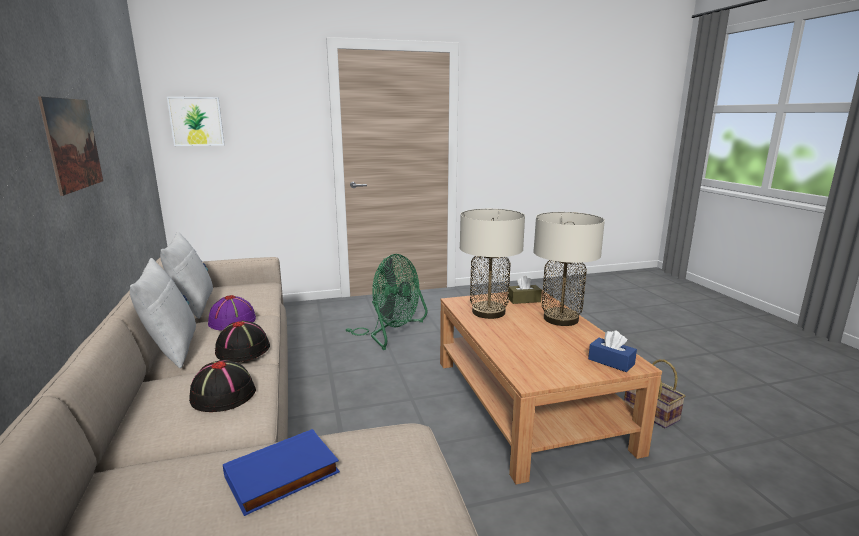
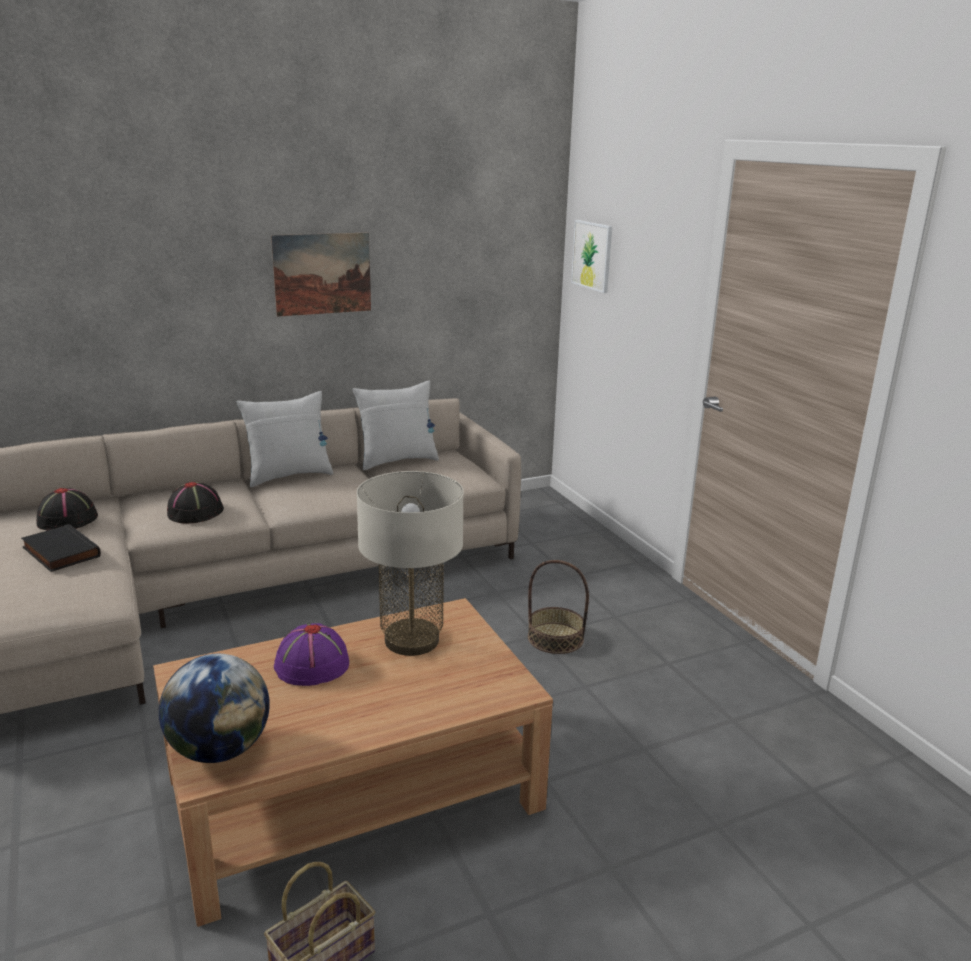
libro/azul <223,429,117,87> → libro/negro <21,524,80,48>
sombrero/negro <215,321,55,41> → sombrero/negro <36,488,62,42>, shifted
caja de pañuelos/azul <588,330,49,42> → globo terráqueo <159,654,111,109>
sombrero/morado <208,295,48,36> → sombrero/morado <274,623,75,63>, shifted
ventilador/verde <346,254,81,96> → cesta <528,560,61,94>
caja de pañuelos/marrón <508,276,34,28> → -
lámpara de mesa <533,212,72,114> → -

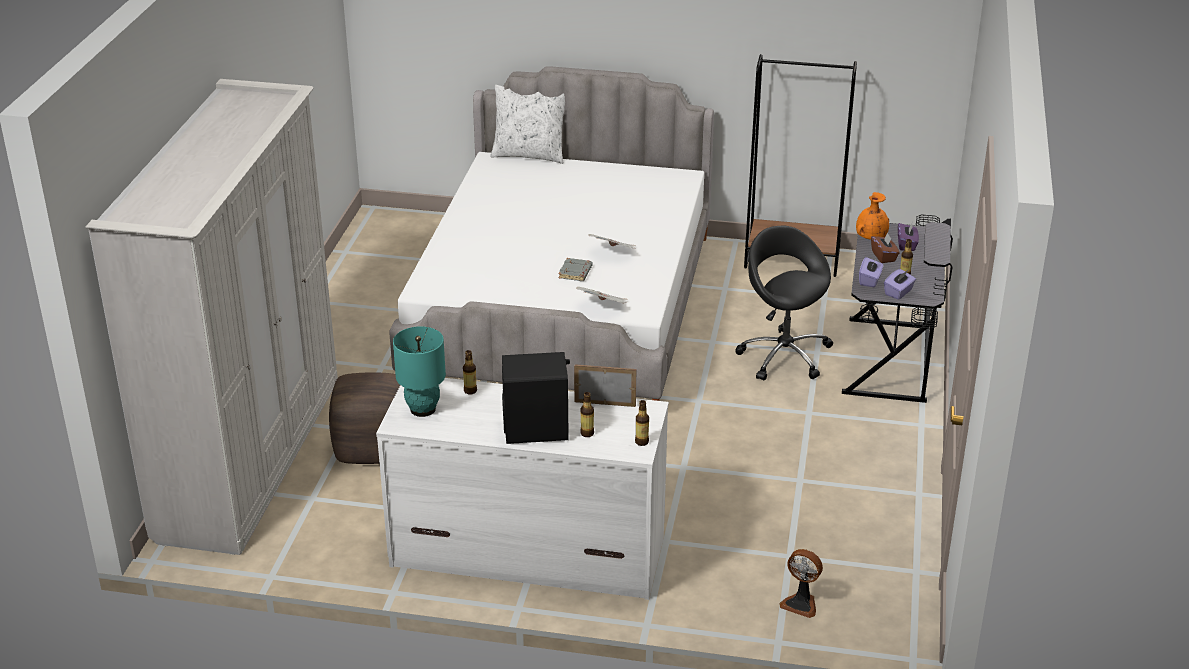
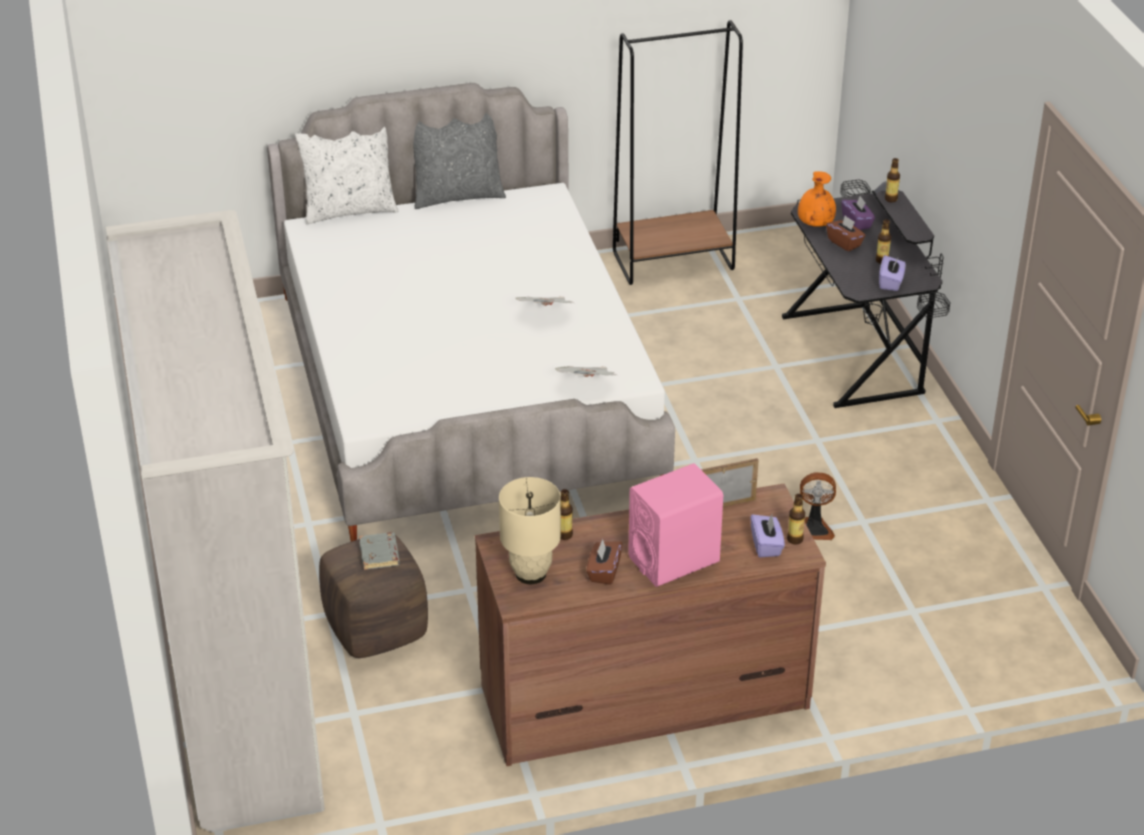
libro/gris <558,258,34,23> → libro/gris <359,532,41,38>, shifted
- → cojín/gris <413,113,93,96>
cómoda/blanco <376,378,293,222> → cómoda/marrón <475,484,351,282>
lámpara de mesa/turquesa <393,326,53,91> → lámpara de mesa/beis <499,477,62,107>
- → caja de pañuelos/marrón <586,539,36,46>
altavoz/negro <502,352,68,92> → altavoz/rosa <628,463,95,124>
caja de pañuelos/morado <859,257,24,30> → caja de pañuelos/morado <750,514,35,43>, shifted
ventilador <779,549,44,69> → ventilador <800,472,36,68>, shifted
botella <580,392,14,45> → botella <885,158,15,44>, shifted
silla de oficina/negro <735,226,98,155> → -

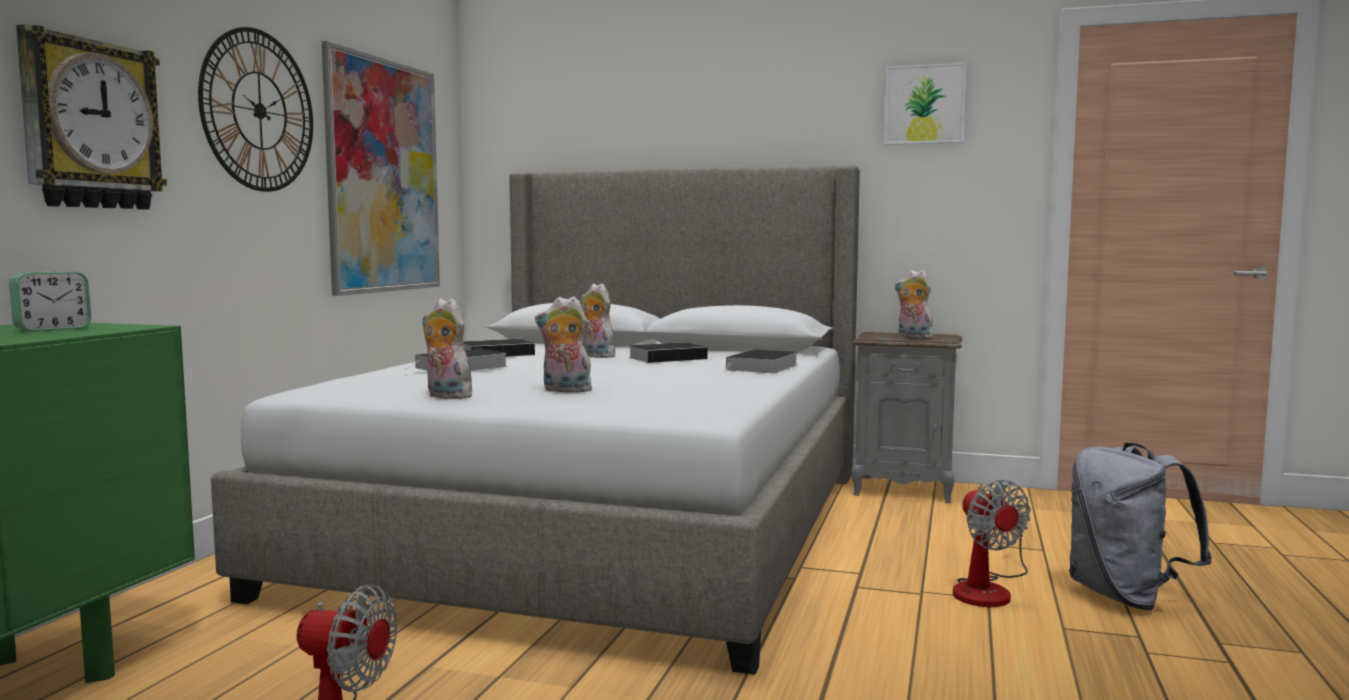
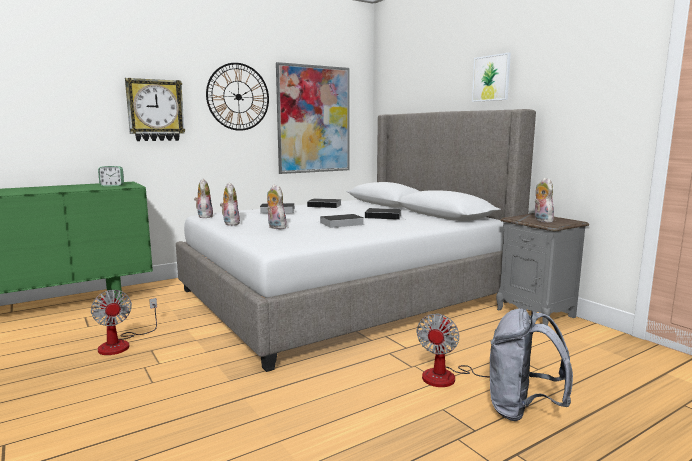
peluche <580,283,35,75> → peluche <194,179,19,39>, shifted
libro <724,349,74,24> → libro <318,214,46,14>, shifted
cuadro <884,62,83,83> → cuadro <472,53,39,49>, shifted

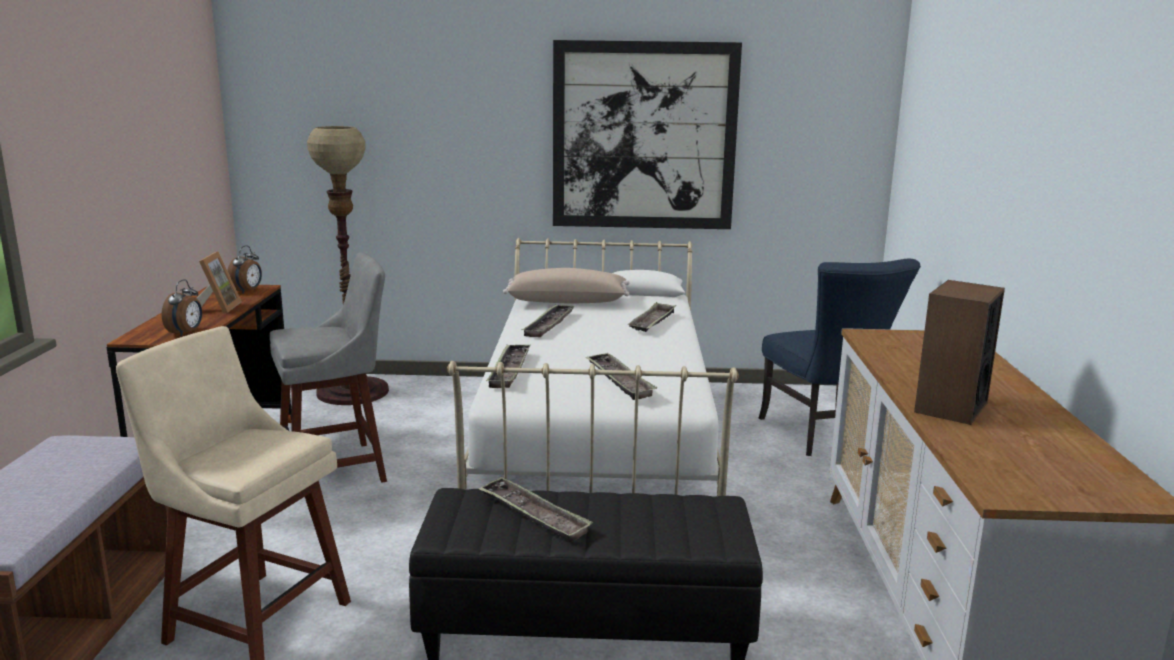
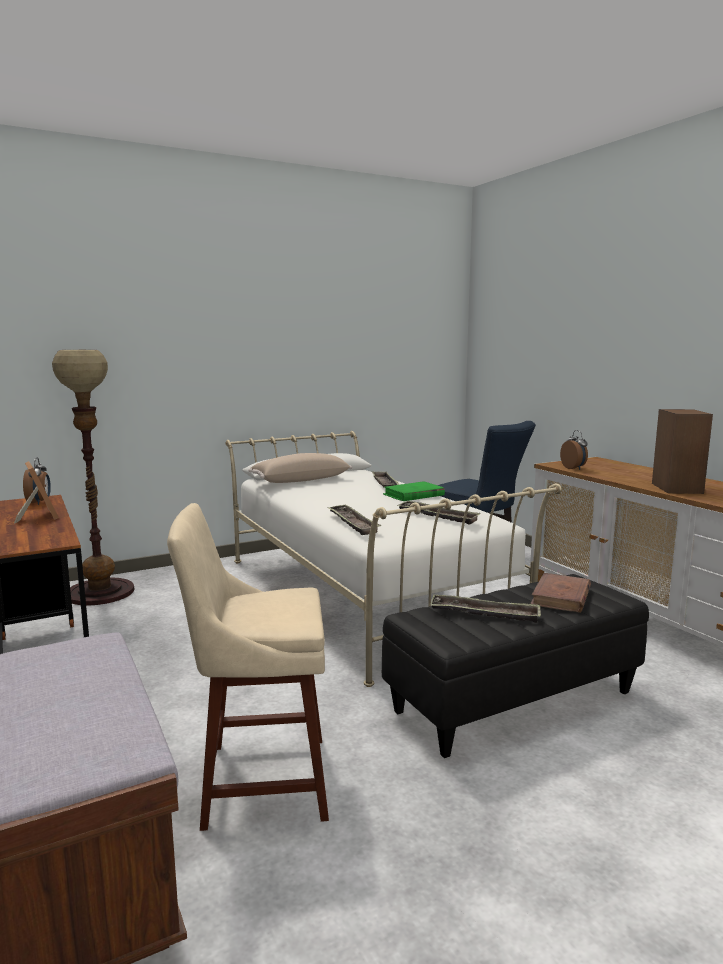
- → libro/verde <383,481,62,20>
- → libro/marrón <530,573,61,40>
despertador <162,279,40,57> → despertador <560,430,28,40>, shifted
silla/gris <270,252,117,231> → -
bandeja <522,304,52,33> → -
cuadro <553,40,189,189> → -

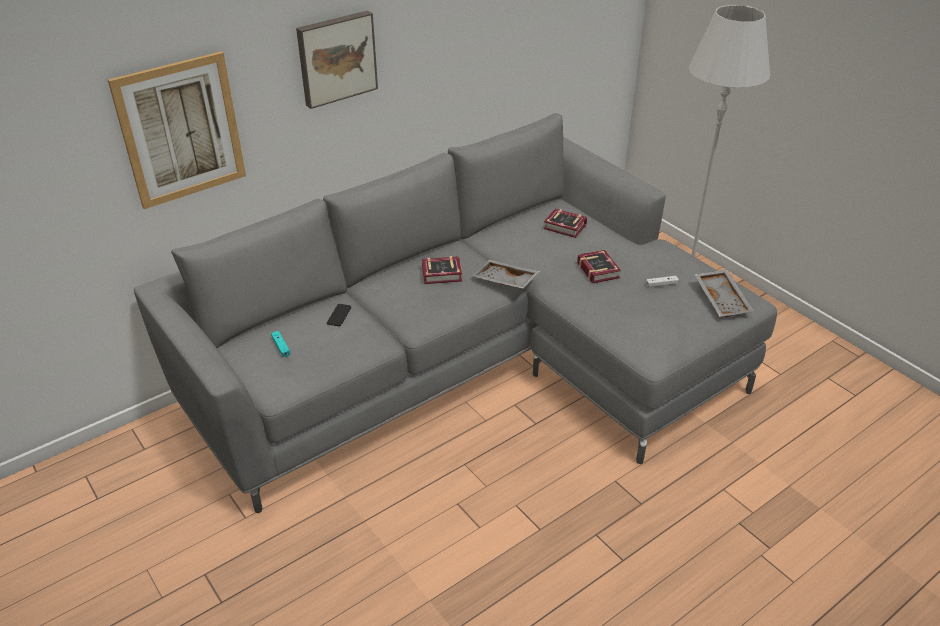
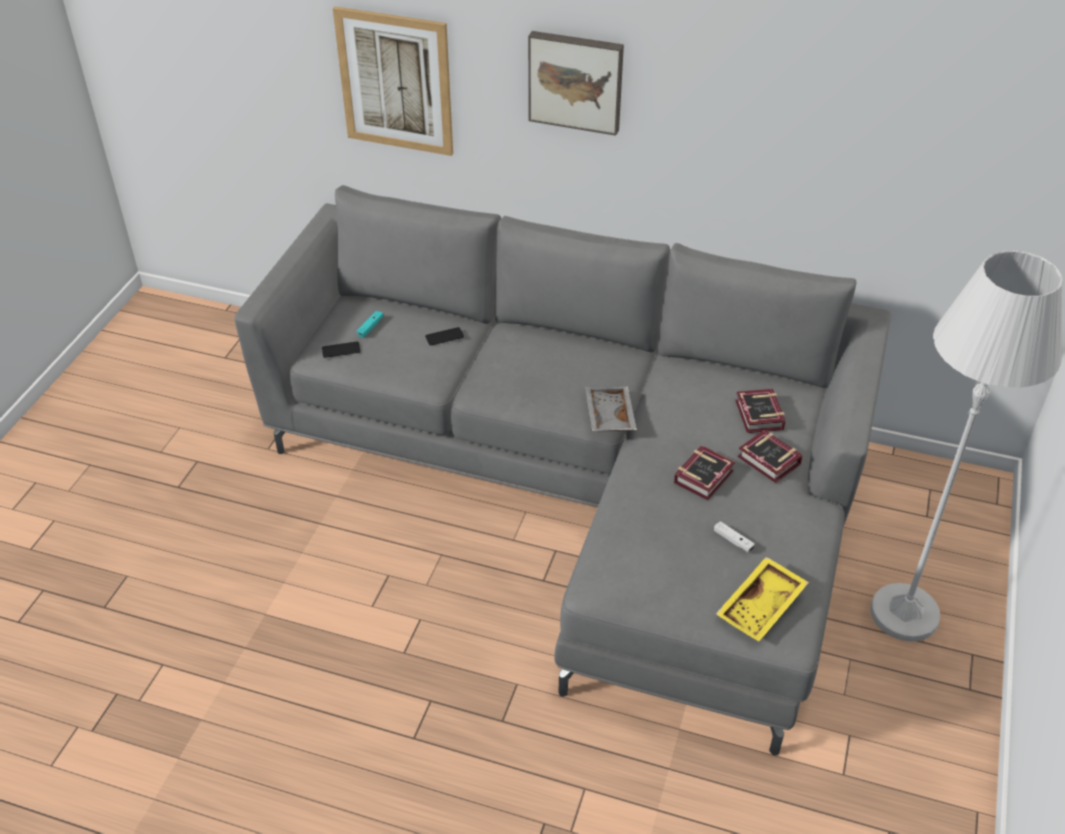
- → móvil <322,342,38,16>
bandeja/gris <694,269,60,48> → bandeja/amarillo <716,557,93,84>
libro <422,256,40,28> → libro <738,430,65,53>, shifted

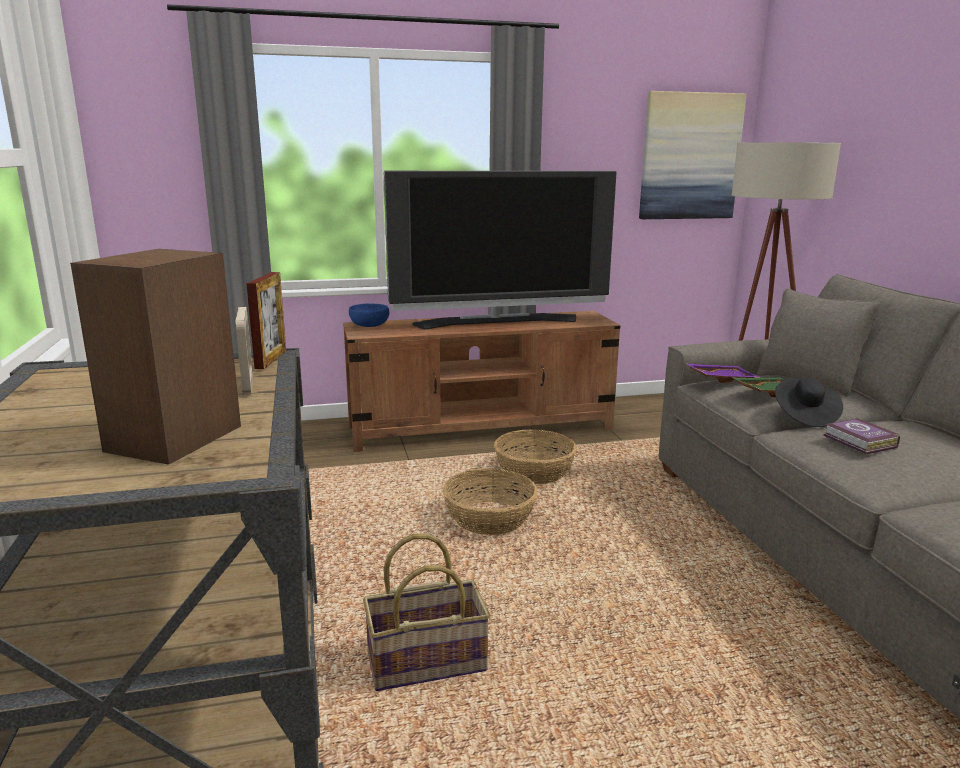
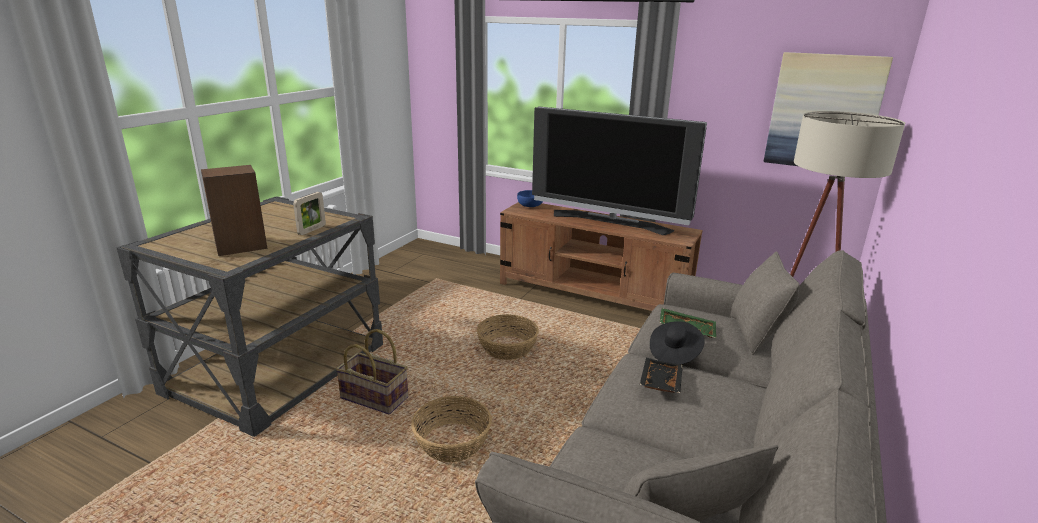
cesta <494,429,83,55> → cesta <411,396,81,66>, shifted
libro <823,417,77,37> → bandeja/negro <640,358,43,35>
portarretratos <246,272,40,97> → -
bandeja/morado <685,363,76,20> → -

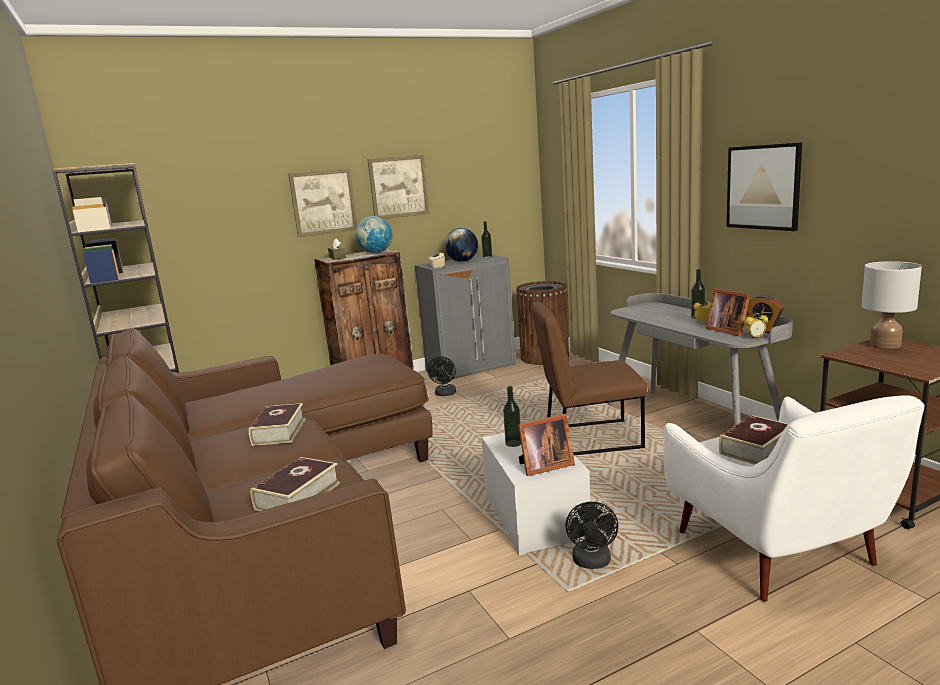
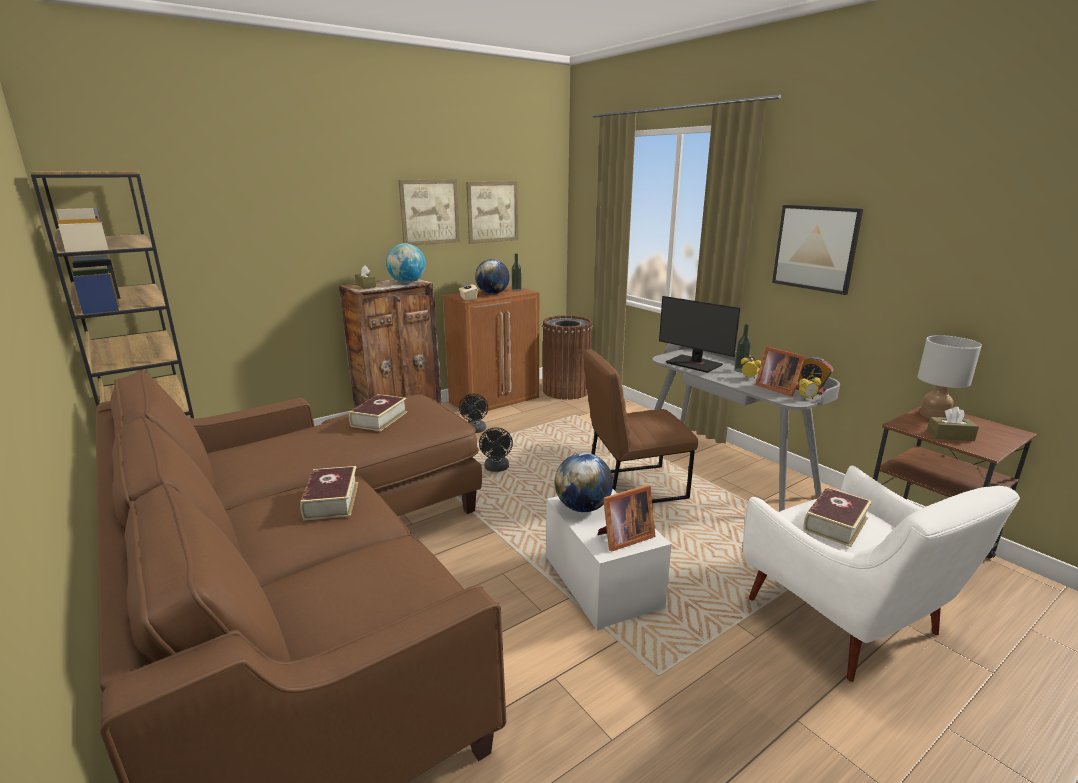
libro <250,457,90,54> → libro <349,394,58,37>, shifted
armario/gris <415,255,101,124> → armario/marrón <443,286,96,129>
cuadro <288,169,69,68> → cuadro <466,181,52,63>, shifted
ventilador/negro <565,502,54,67> → ventilador/negro <479,427,34,45>, shifted
botella <503,386,18,61> → globo terráqueo <555,453,58,59>
- → monitor <659,296,81,77>
- → caja de pañuelos/marrón <927,407,52,34>

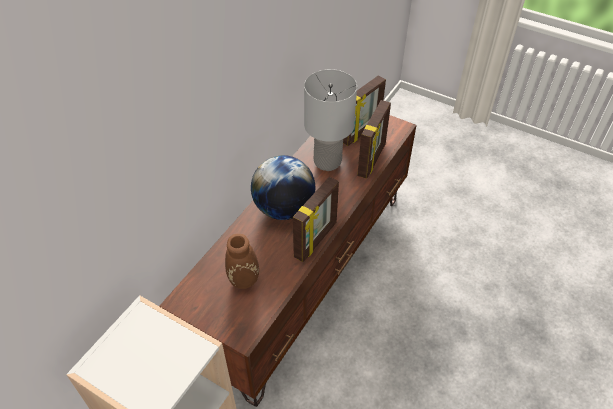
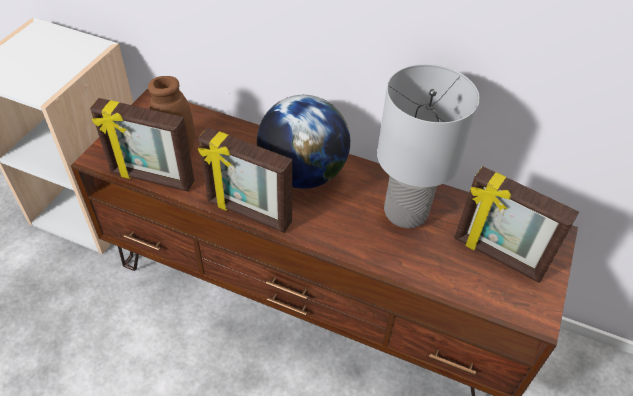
portarretratos <357,100,34,79> → portarretratos <90,98,105,94>, shifted

